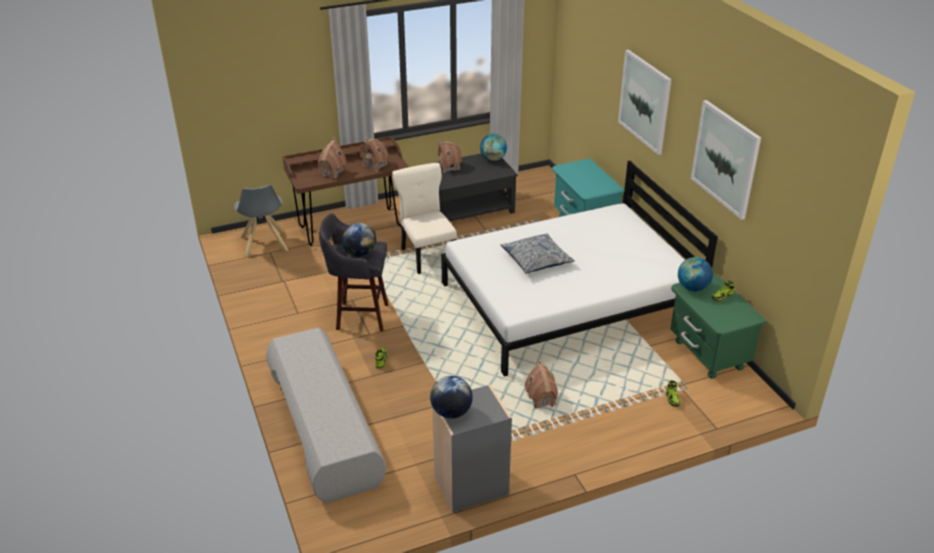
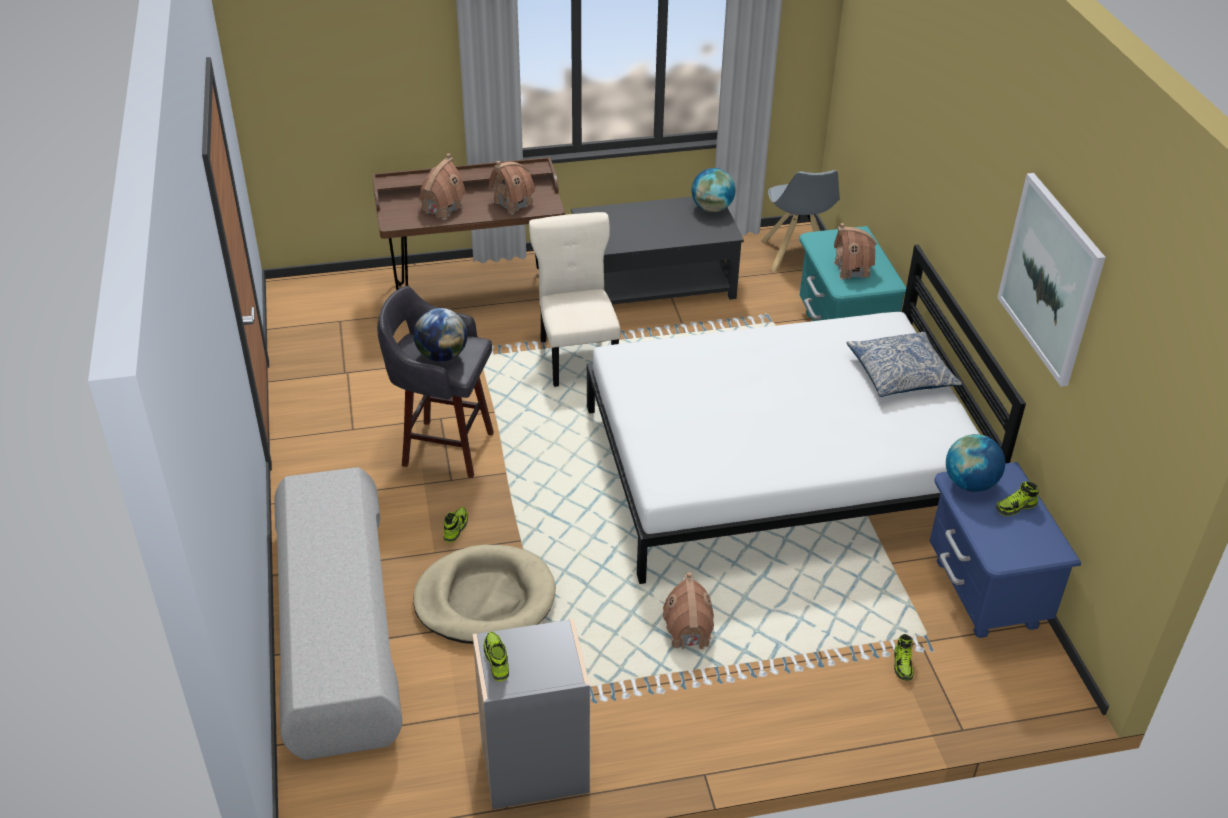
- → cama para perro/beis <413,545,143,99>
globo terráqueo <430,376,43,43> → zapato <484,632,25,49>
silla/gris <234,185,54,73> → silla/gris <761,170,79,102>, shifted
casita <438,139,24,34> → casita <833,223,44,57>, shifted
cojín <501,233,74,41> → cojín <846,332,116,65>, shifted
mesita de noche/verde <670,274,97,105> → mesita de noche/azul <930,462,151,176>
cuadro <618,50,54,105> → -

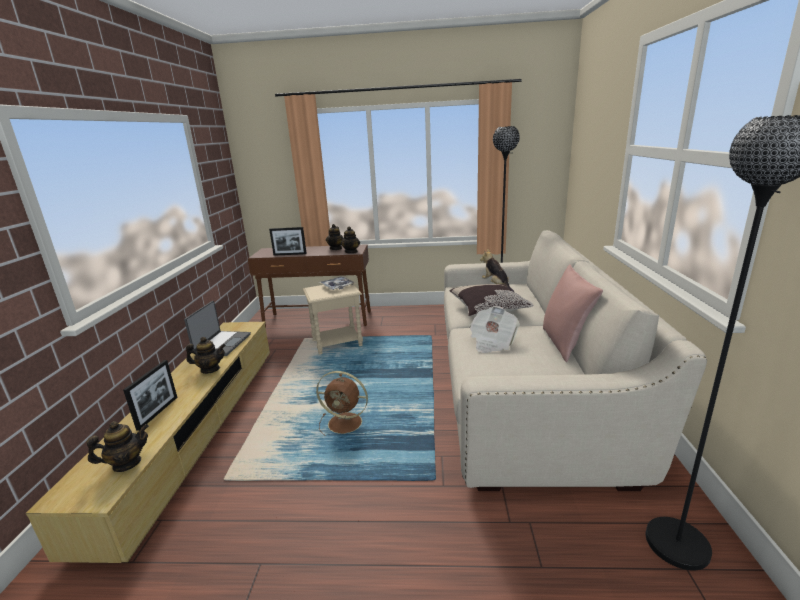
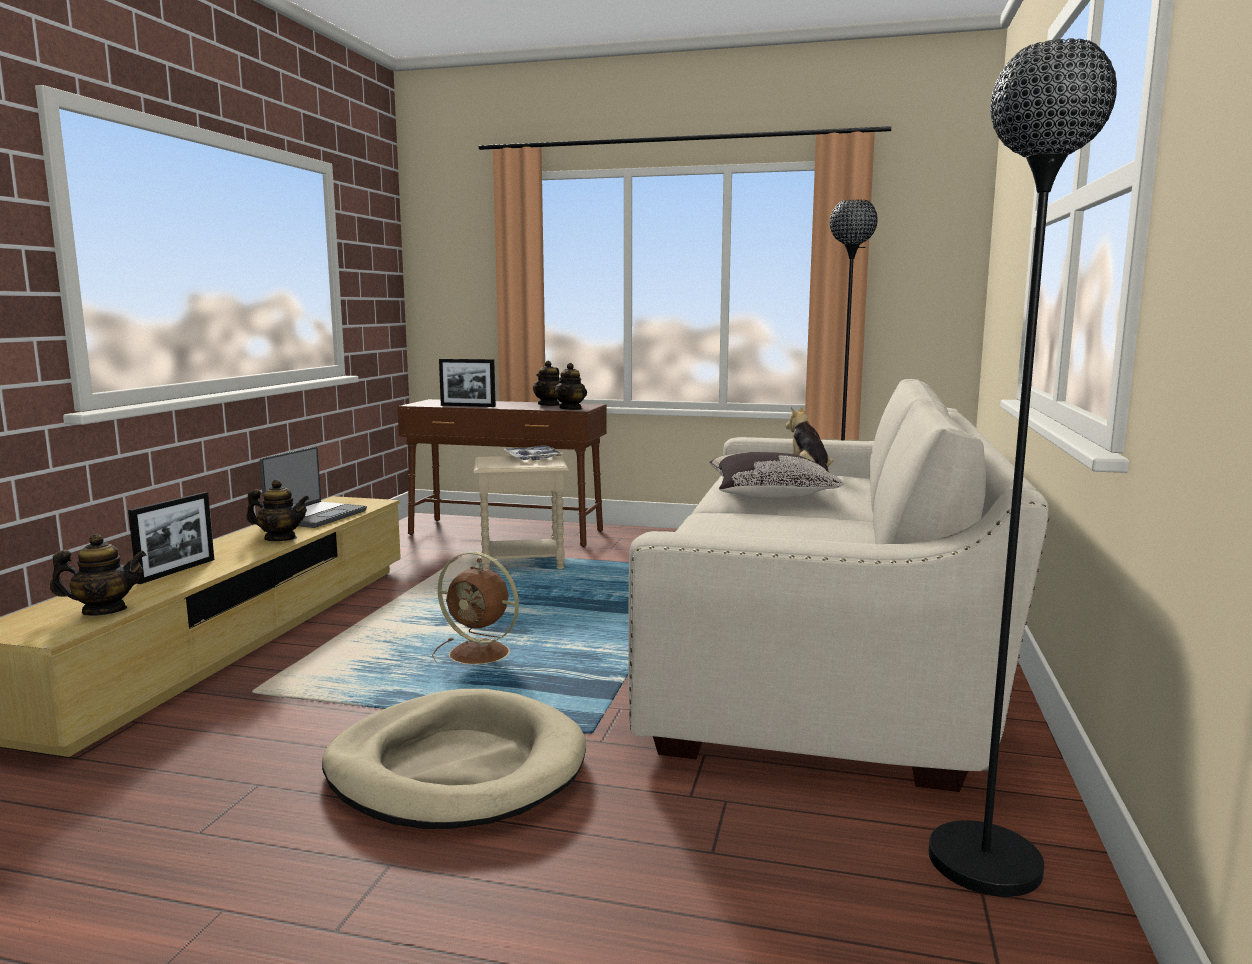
- → cama para perro/beis <322,689,264,140>
periódico <469,306,51,47> → -
cojín/rosa <543,264,60,98> → -

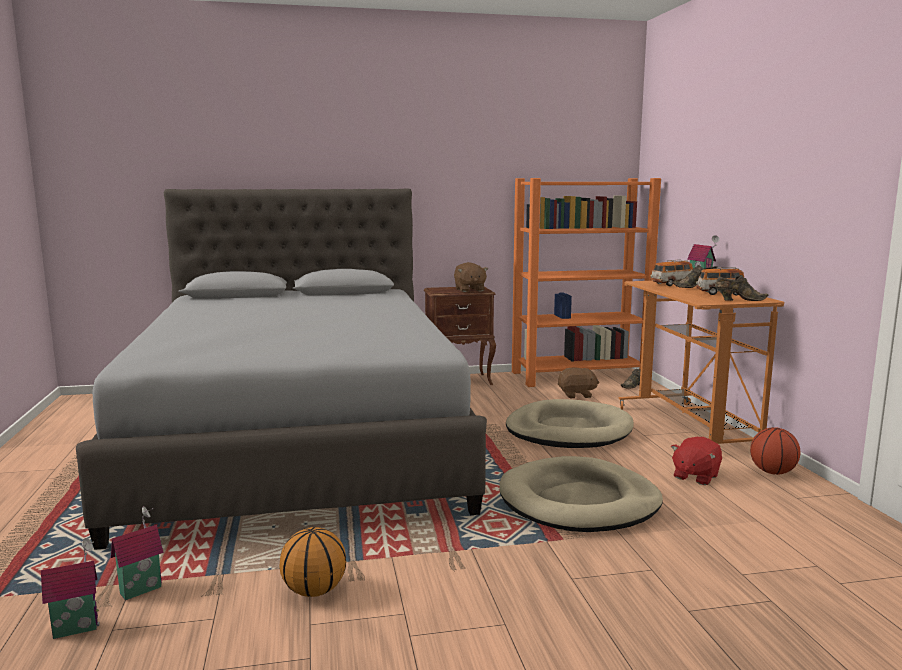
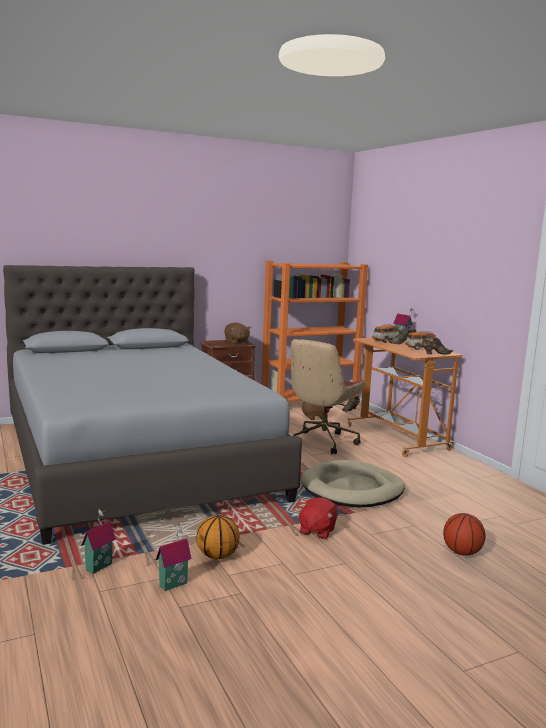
casita <41,538,59,101> → casita <156,525,35,66>, shifted
cama para perro/beis <506,399,128,49> → silla de oficina/rojo <291,339,74,115>
peluche/rojo <671,437,51,48> → peluche/rojo <297,497,41,42>, shifted
balón de baloncesto <750,427,50,48> → balón de baloncesto <443,513,42,43>, shifted

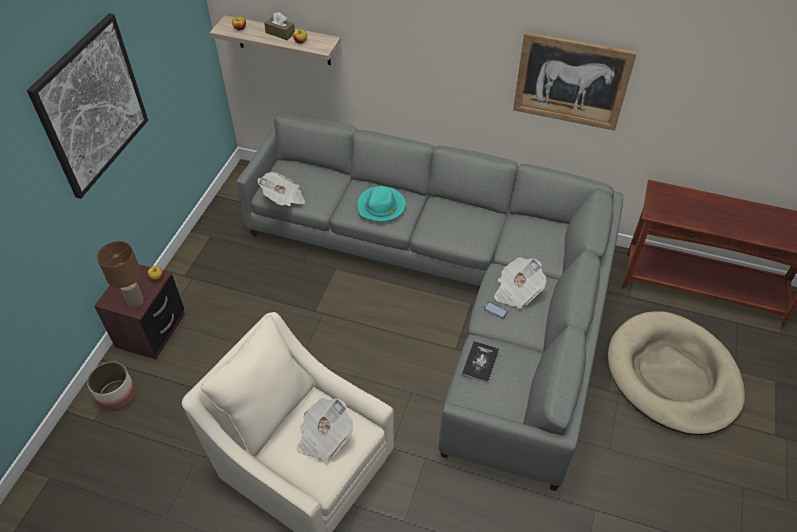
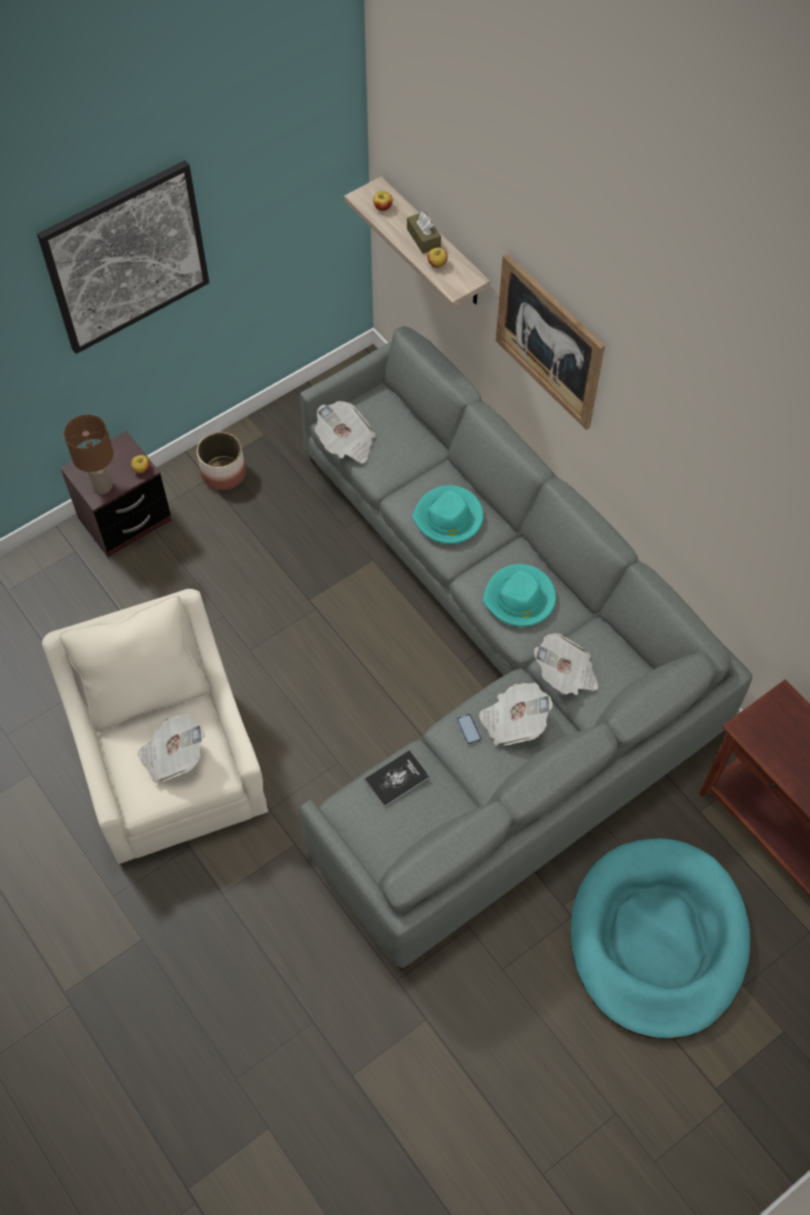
maceta <87,362,49,50> → maceta <197,432,49,58>, shifted
- → sombrero/turquesa <483,564,73,63>
cuadro <513,32,124,99> → cuadro <496,254,109,176>, shifted
- → periódico <534,633,64,62>
cama para perro/beis <608,311,137,124> → cama para perro/turquesa <570,838,180,201>

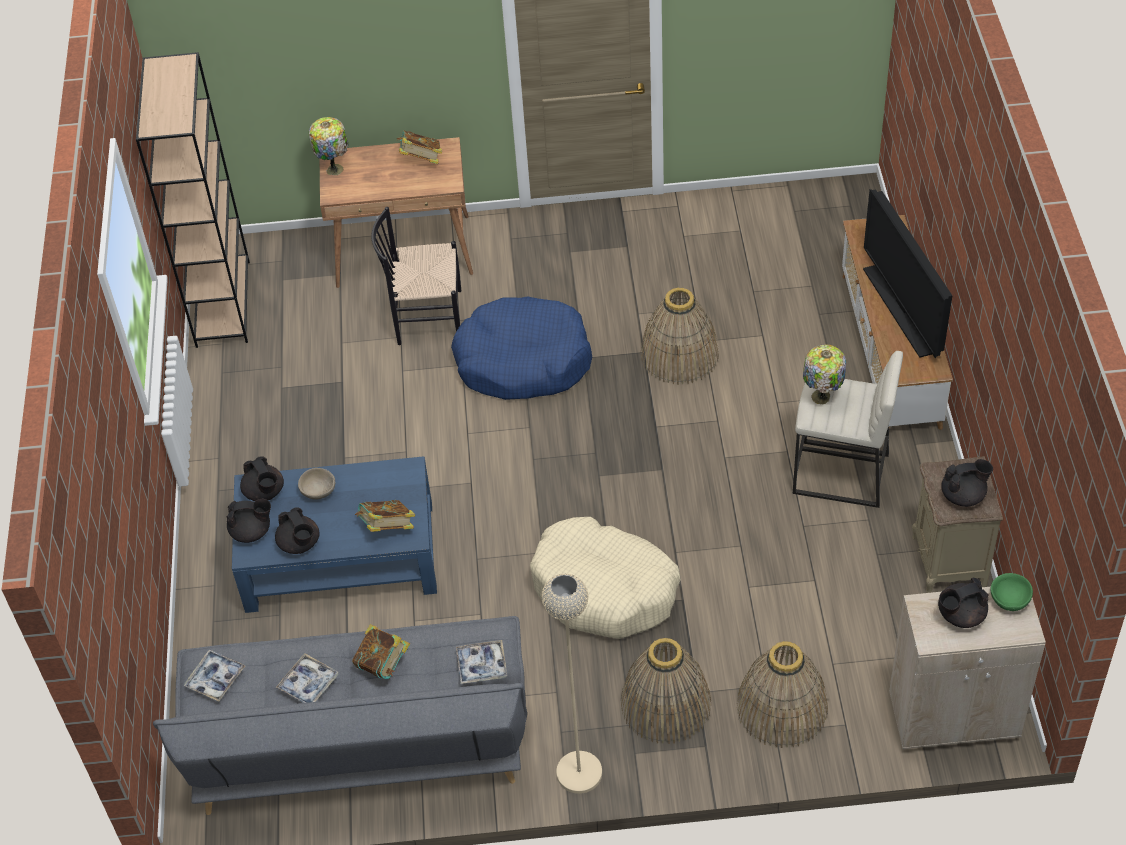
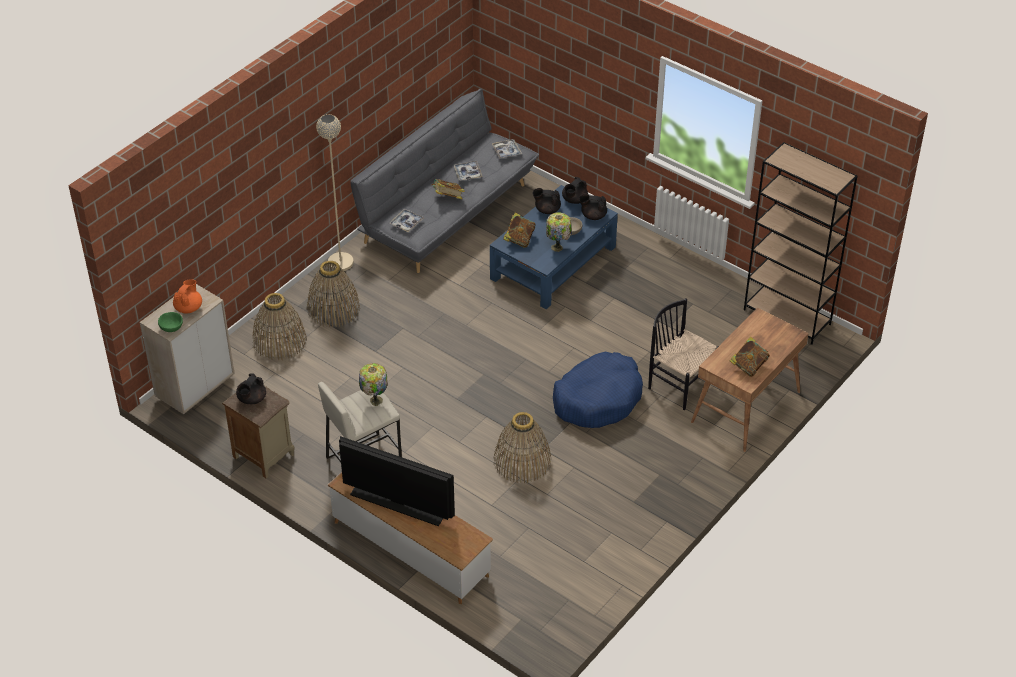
tetera/negro <938,578,50,50> → tetera/naranja <173,279,29,34>
lámpara de mesa <309,117,40,58> → lámpara de mesa <546,212,26,40>, shifted
silla/negro <371,207,90,138> → silla/negro <648,298,71,112>, 90 degrees counterclockwise
cama para perro/beis <530,517,151,122> → -

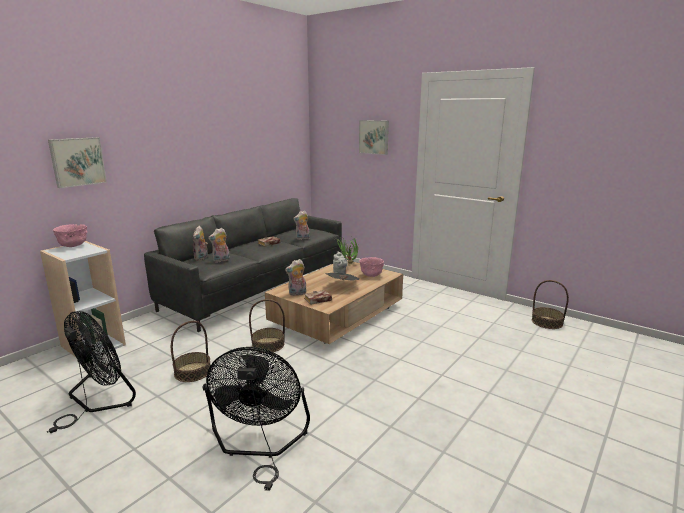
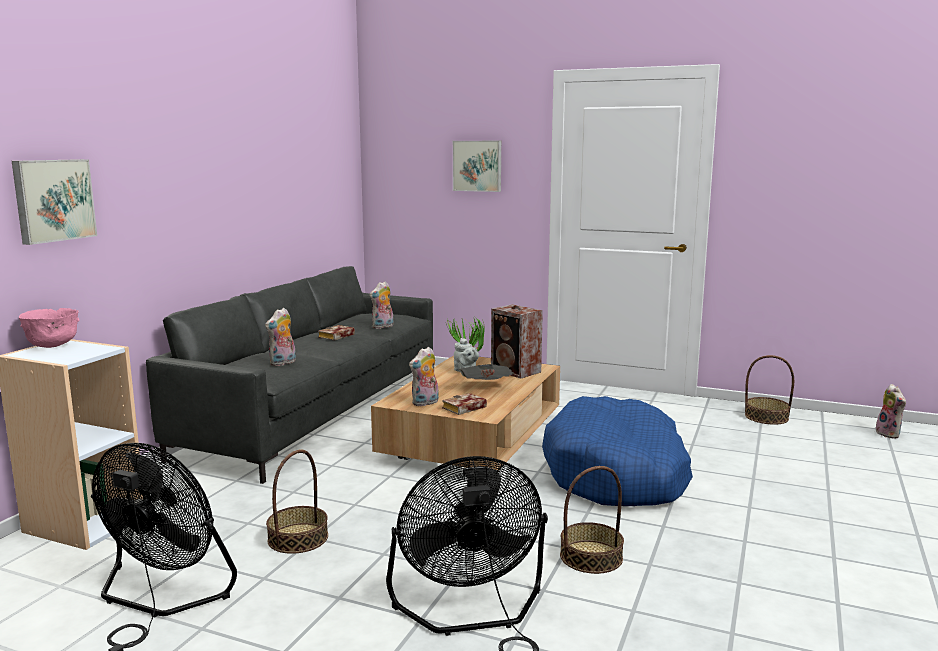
cuenco/rosa <359,257,25,20> → altavoz <491,304,52,75>
- → cama para perro/azul <542,396,151,110>
cesta <249,299,36,54> → cesta <560,466,64,108>, shifted
peluche <193,226,15,35> → peluche <876,384,30,55>, shifted

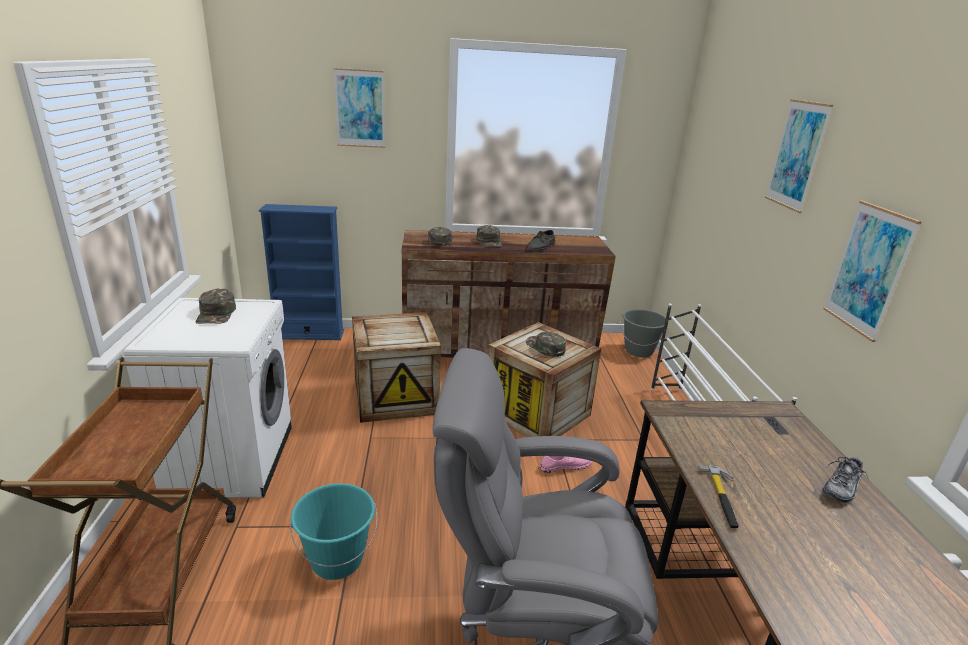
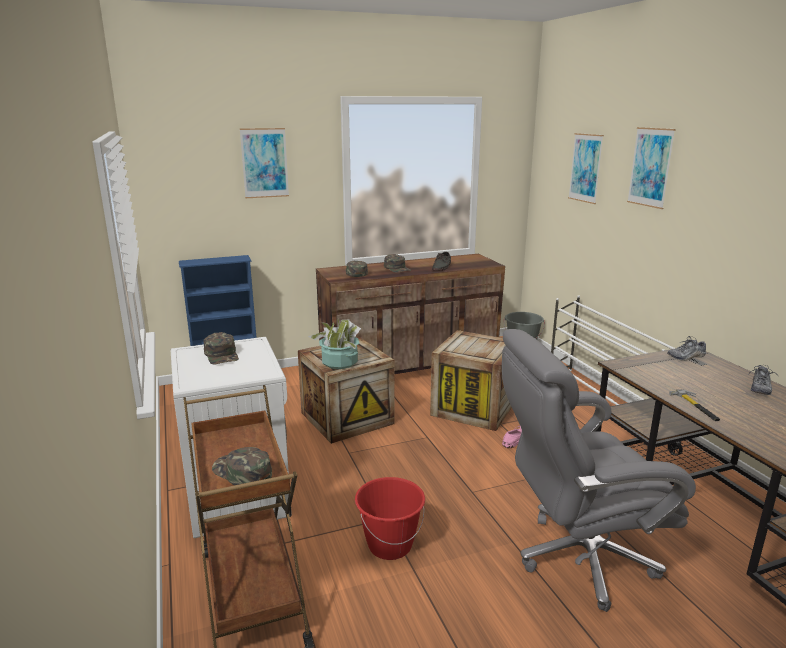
gorra/verde <526,332,40,25> → gorra/verde <212,447,60,38>, shifted
- → planta en maceta <308,319,53,50>
cubo/turquesa <289,483,89,97> → cubo/rojo <355,477,70,83>
cuadro <823,201,98,141> → cuadro <568,133,36,71>, shifted
- → zapato <667,336,39,25>

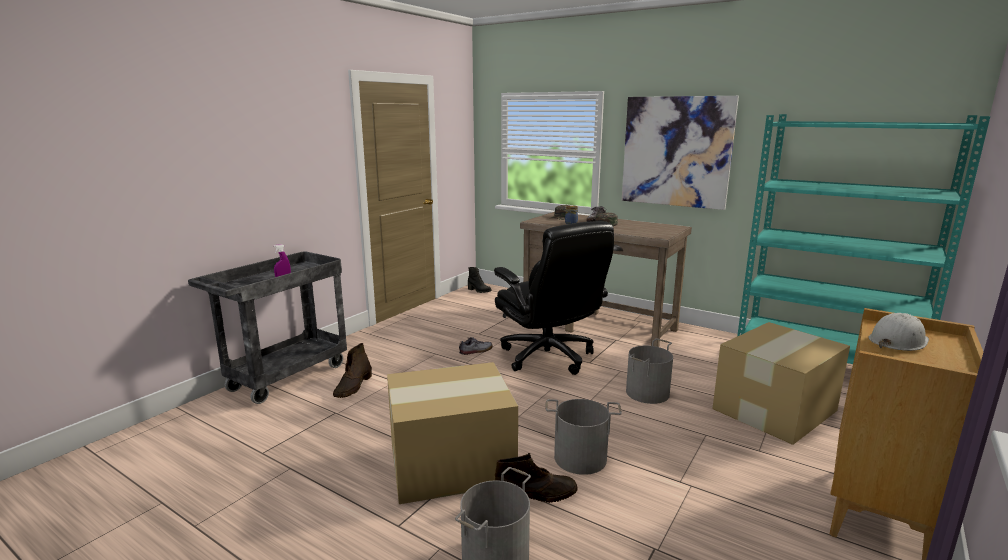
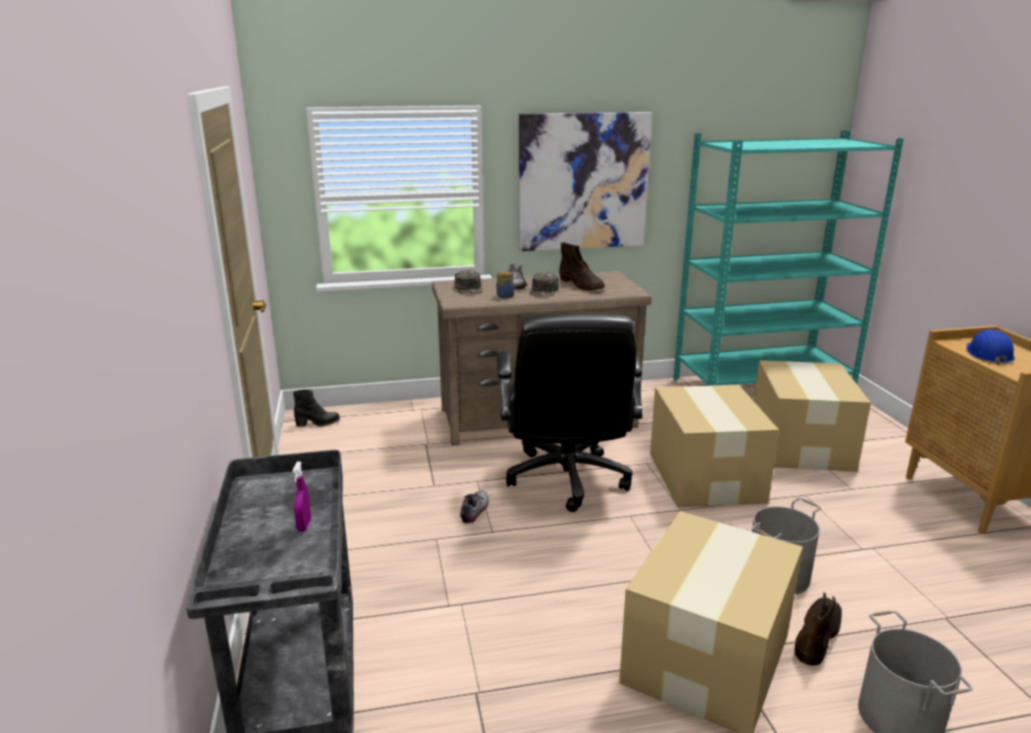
silla de oficina/negro <494,221,120,154> → silla de oficina/negro <497,313,146,199>, 75 degrees clockwise
bota/marrón <333,343,39,55> → bota/marrón <559,242,46,48>, shifted
cubo/gris <626,338,47,66> → caja de cartón <650,385,129,122>
casco/blanco <869,313,60,38> → casco/azul <966,329,49,36>

